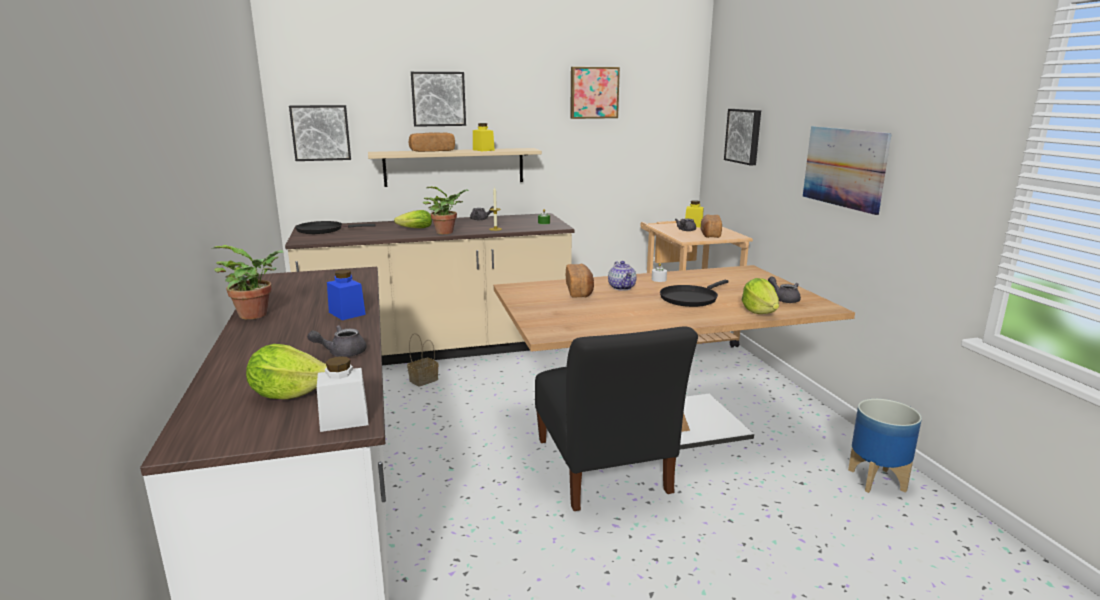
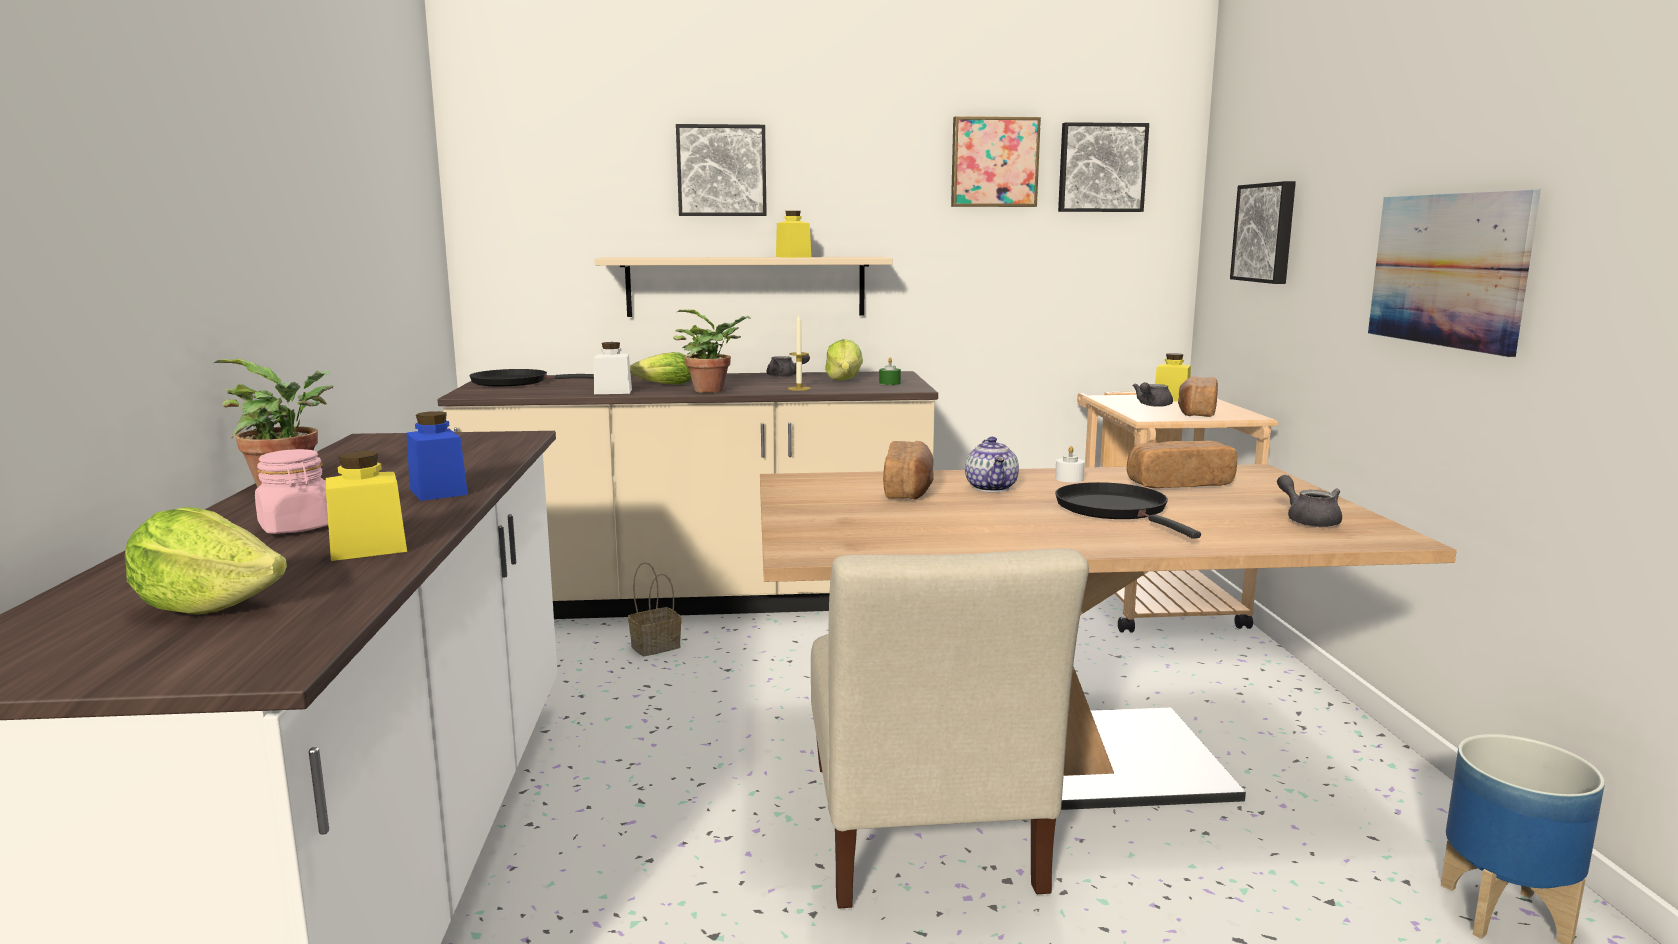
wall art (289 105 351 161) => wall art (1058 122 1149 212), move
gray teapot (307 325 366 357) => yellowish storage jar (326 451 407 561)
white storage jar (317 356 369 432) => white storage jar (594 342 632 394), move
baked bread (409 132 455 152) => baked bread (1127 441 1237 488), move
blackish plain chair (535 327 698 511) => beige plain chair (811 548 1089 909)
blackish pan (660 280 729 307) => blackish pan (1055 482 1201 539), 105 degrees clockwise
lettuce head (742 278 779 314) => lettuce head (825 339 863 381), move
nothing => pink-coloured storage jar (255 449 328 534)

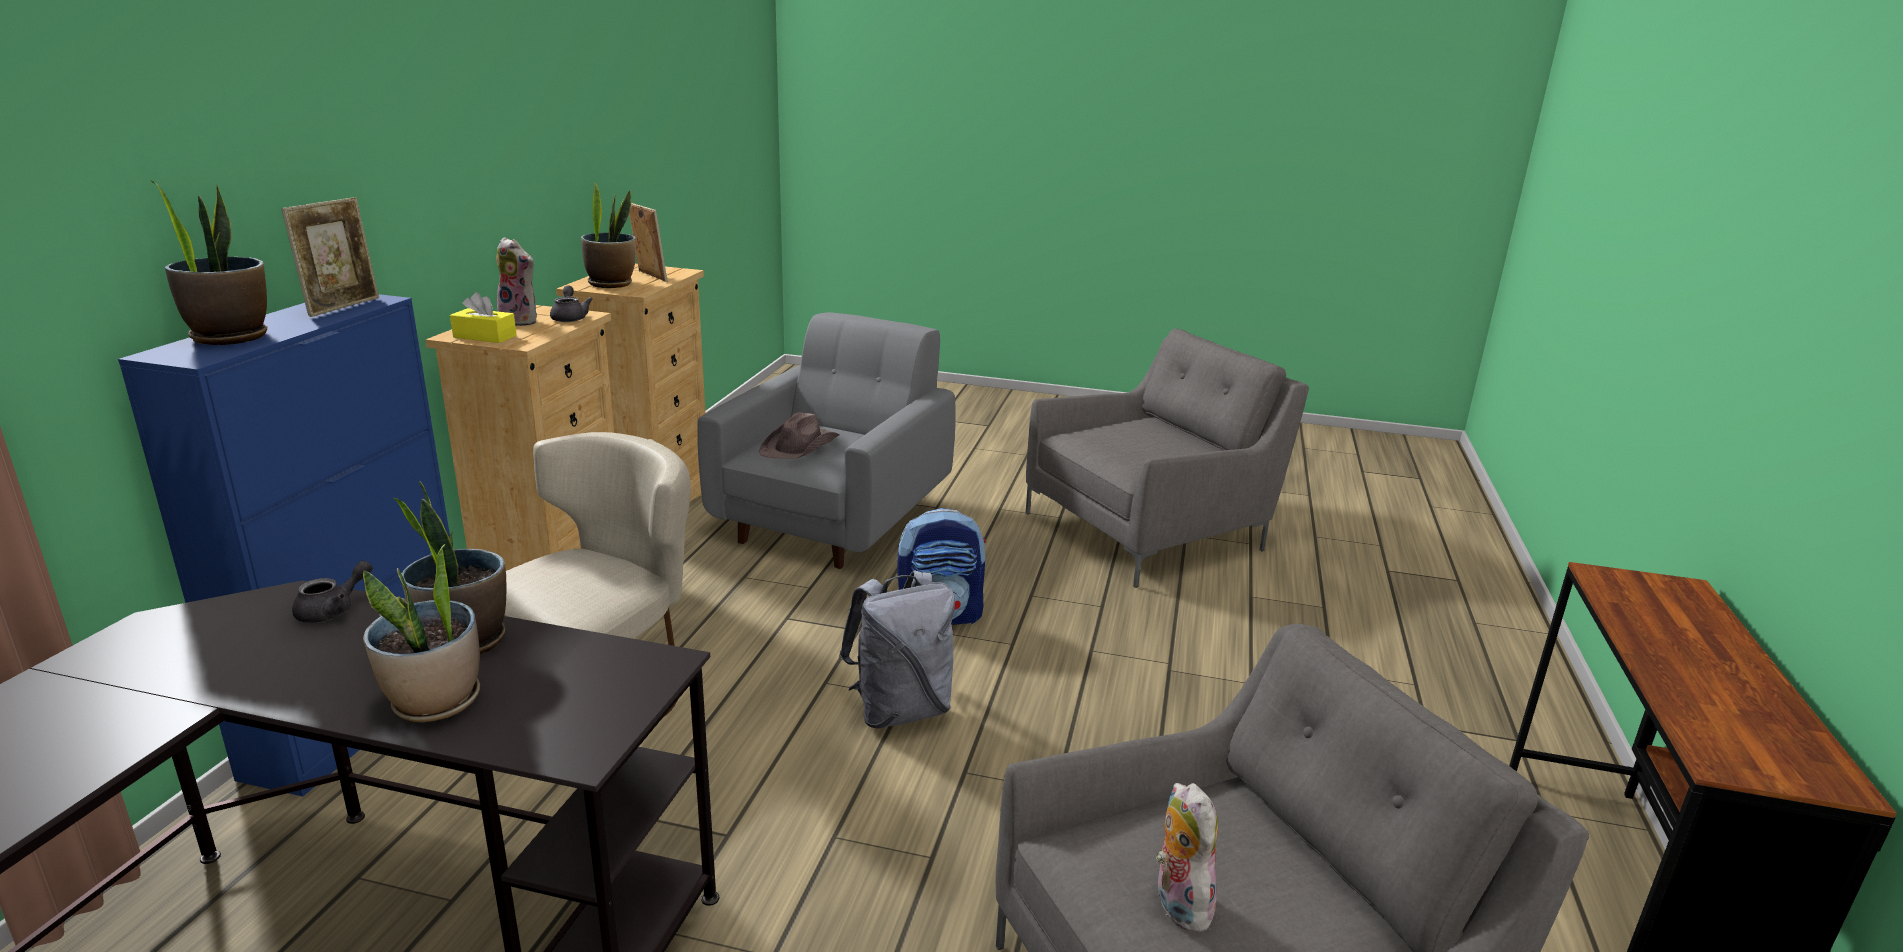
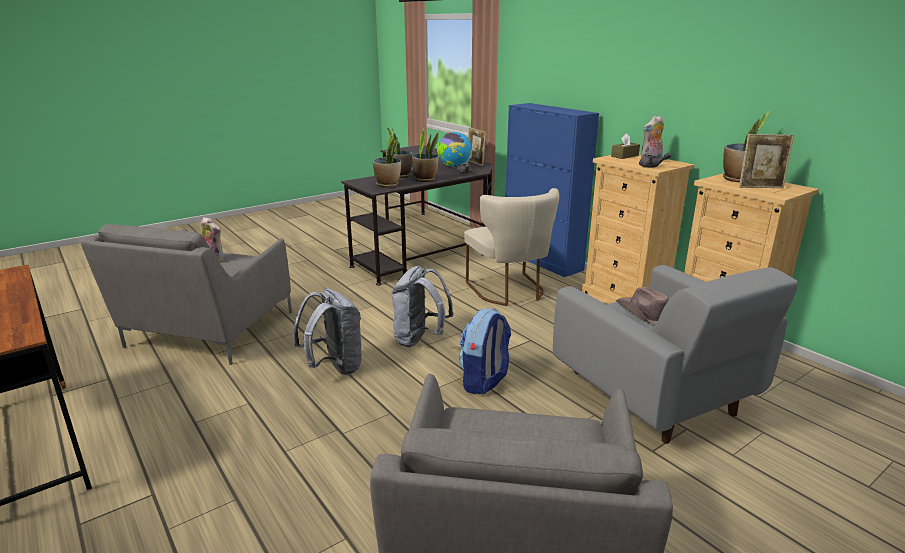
houseplant (152 181 267 345) => houseplant (373 131 401 187), move
picture frame (281 197 379 317) => picture frame (468 127 486 166), move
yellowish box of tissues (450 292 517 343) => brown-coloured box of tissues (611 133 640 159)
nothing => gray backpack (294 288 363 375)
nothing => desk globe (437 132 472 167)

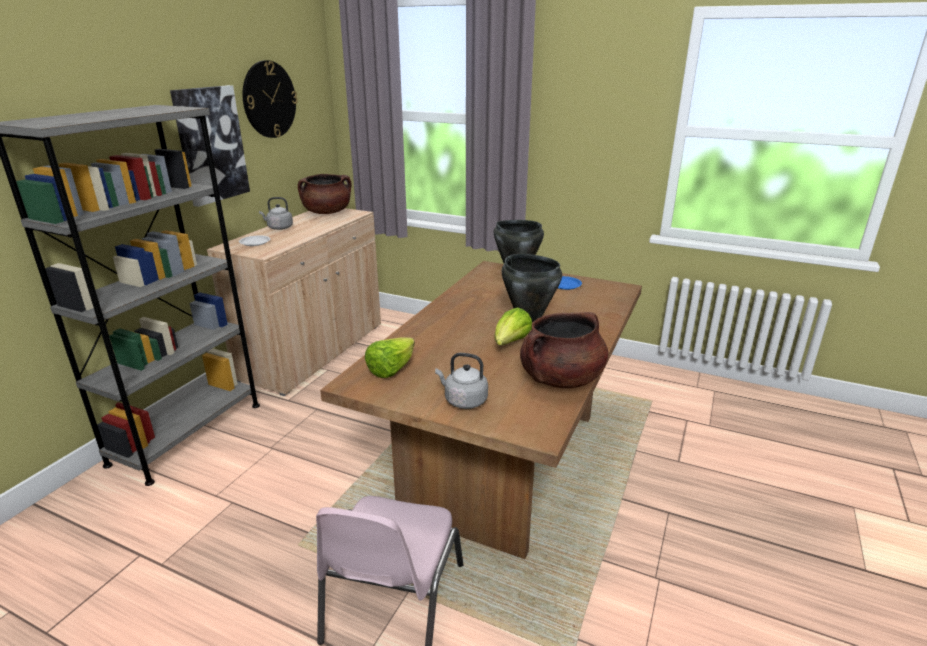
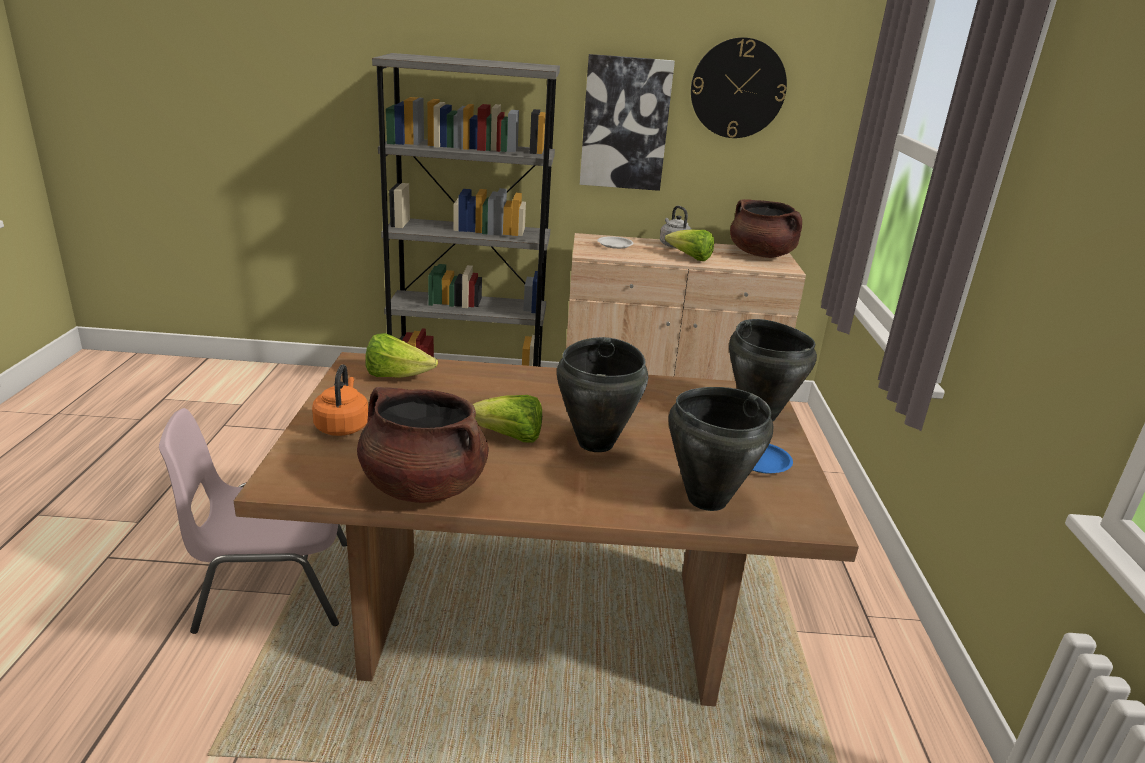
gray kettle (435 353 488 409) => orangey kettle (312 364 368 436)
nothing => lettuce head (665 229 714 261)
nothing => blackish saucepot (668 387 773 511)

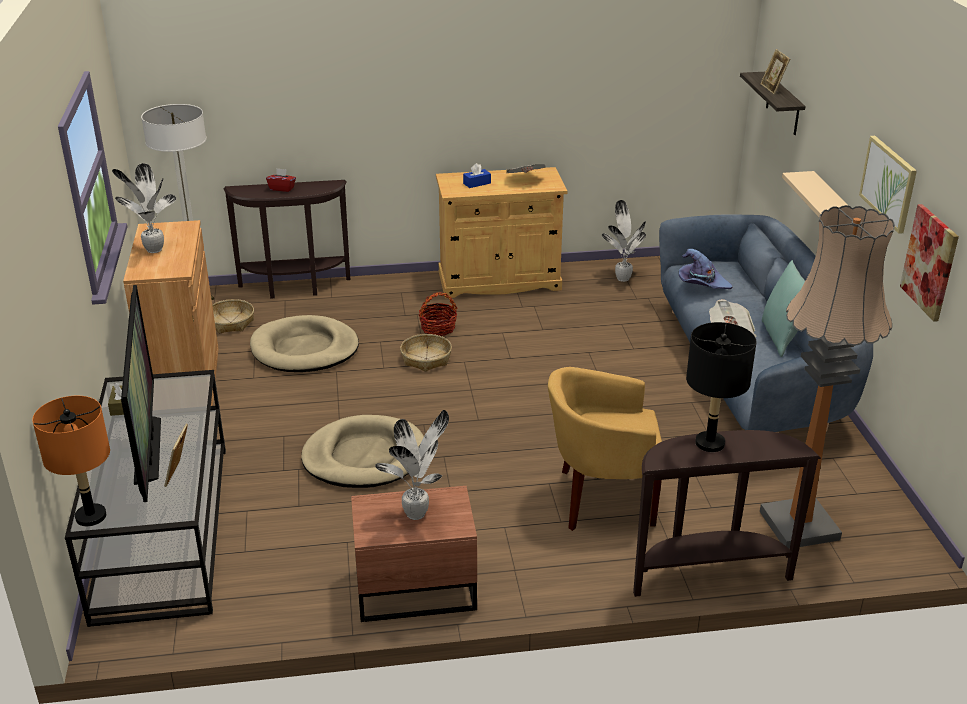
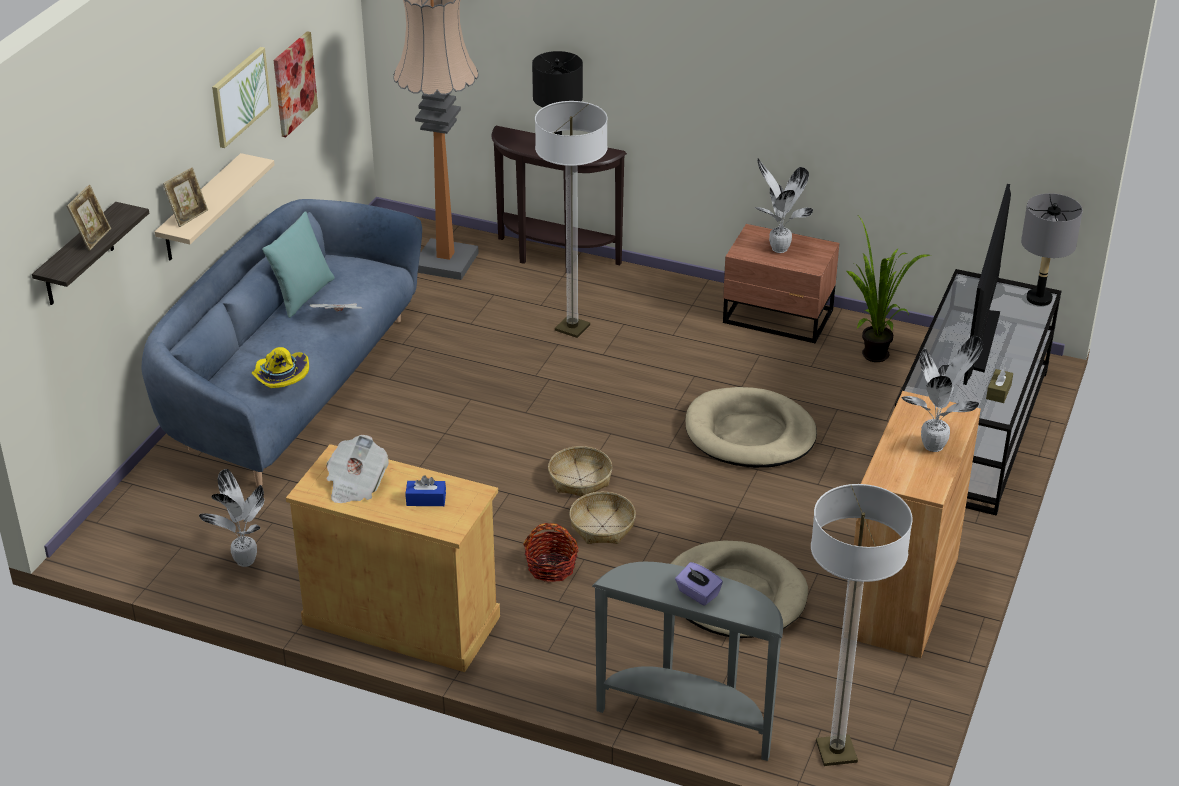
orangey tabletop lamp (32 396 110 526) => gray tabletop lamp (1021 193 1083 306)
picture frame (164 424 188 487) => picture frame (163 167 208 227), move
household basket (212 299 254 334) => household basket (548 446 612 496), move
brown-coloured hall table (223 180 350 299) => gray hall table (592 562 783 761)
red box of tissues (266 168 296 192) => purple-coloured box of tissues (675 562 723 606)
yellowish easy chair (548 367 662 531) => floor lamp (535 101 608 338)
purple-coloured clothing hat (679 249 732 289) => yellowish clothing hat (252 347 309 388)
nothing => houseplant (847 218 930 362)

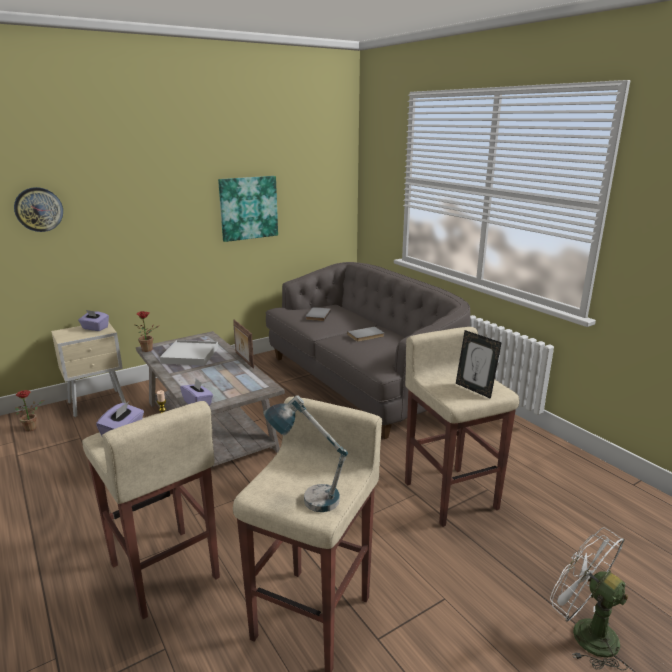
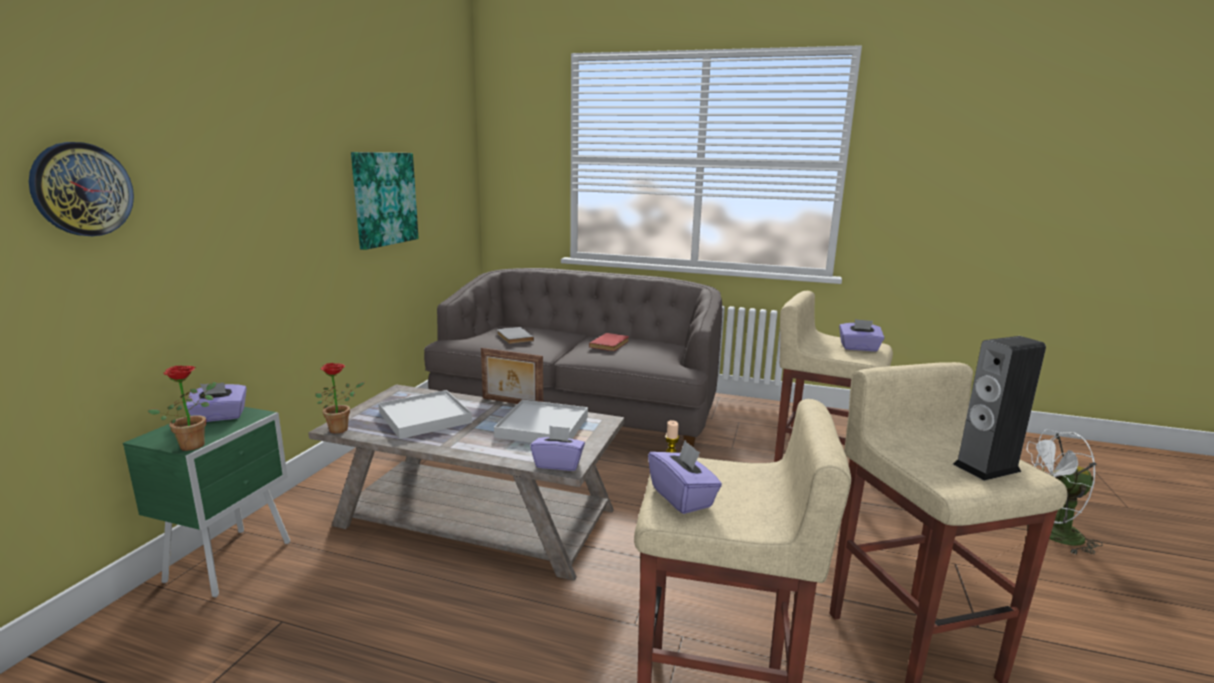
houseplant (15 390 44 431) => houseplant (147 366 217 451), move
beige night table (51 323 126 417) => green night table (123 407 290 598)
tabletop lamp (263 395 348 512) => loudspeaker (953 336 1046 481)
gray book (347 326 384 342) => red book (589 333 629 351)
picture frame (456 330 502 399) => purple-coloured box of tissues (839 319 884 351)
nothing => white serving tray (494 399 588 443)

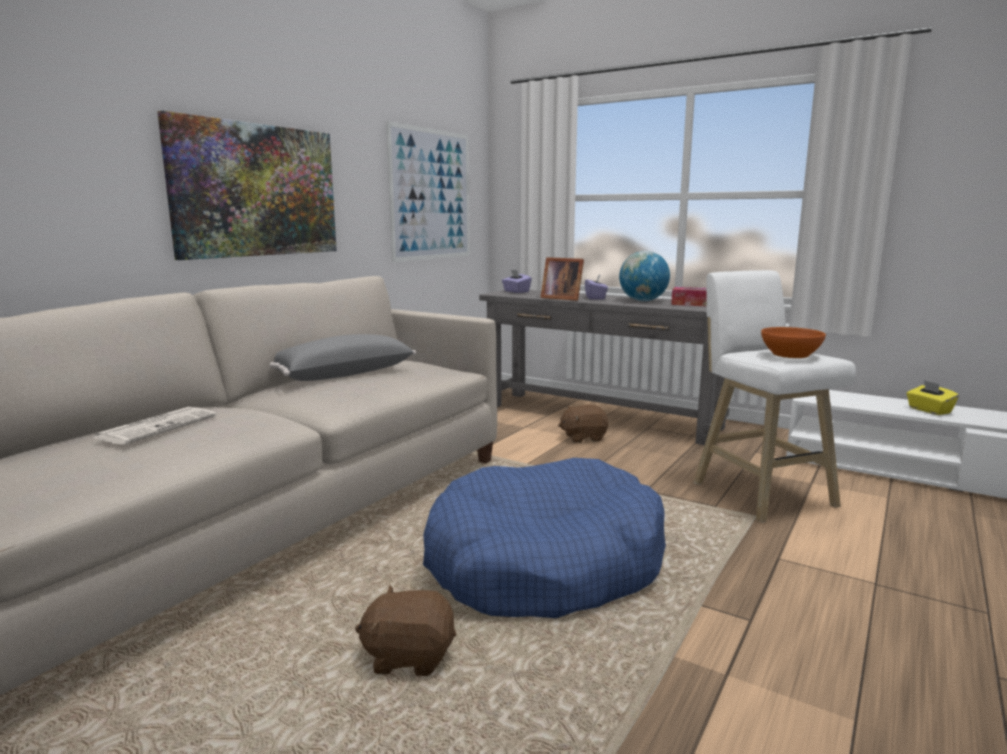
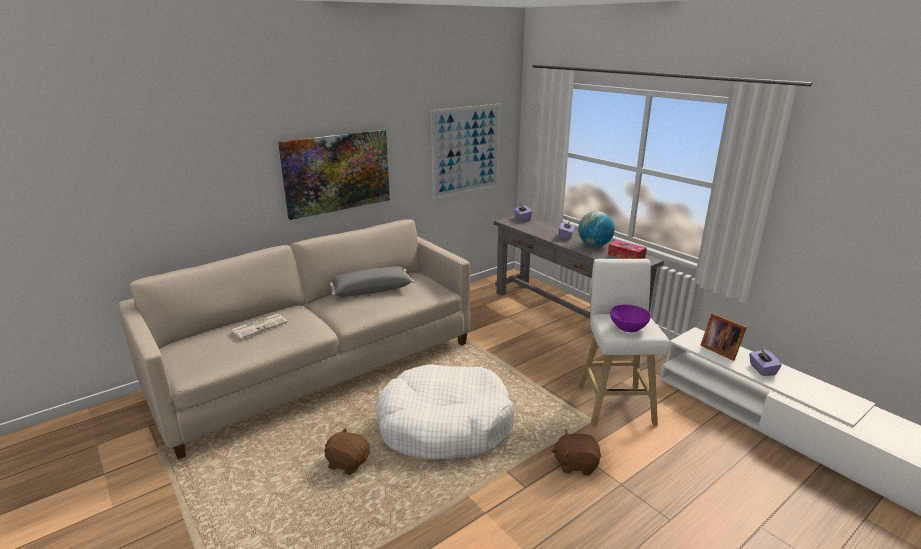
bluish pet bed (423 458 666 618) => white pet bed (375 365 515 460)
picture frame (540 257 584 301) => picture frame (700 313 747 361), move
brown-coloured cuddly toy (558 405 608 443) => brown-coloured cuddly toy (551 430 601 475), move
orangey deep dish (761 327 826 358) => purple-coloured deep dish (610 305 651 332)
yellowish box of tissues (906 380 959 415) => purple-coloured box of tissues (749 348 781 376)

